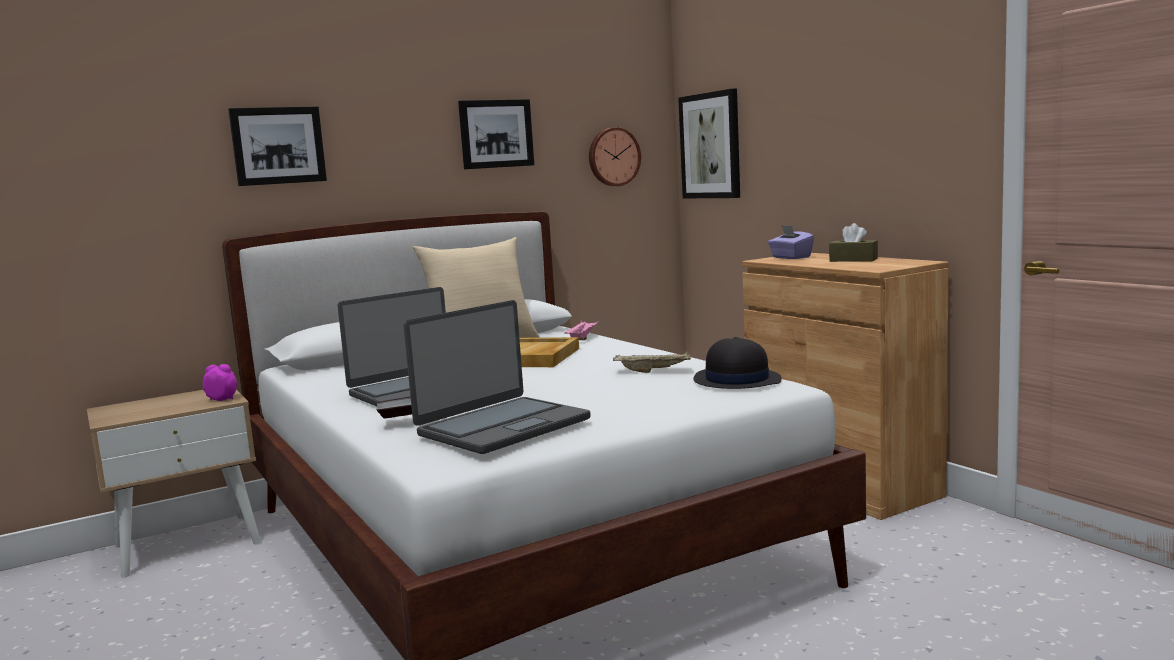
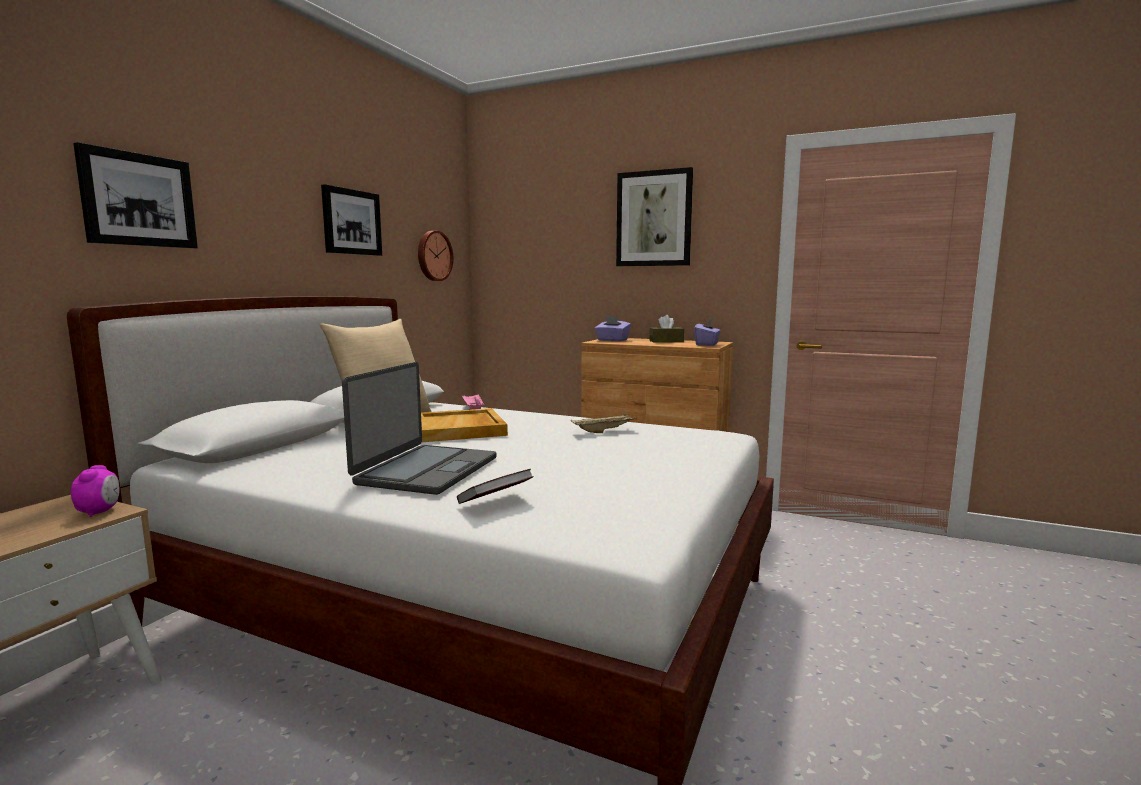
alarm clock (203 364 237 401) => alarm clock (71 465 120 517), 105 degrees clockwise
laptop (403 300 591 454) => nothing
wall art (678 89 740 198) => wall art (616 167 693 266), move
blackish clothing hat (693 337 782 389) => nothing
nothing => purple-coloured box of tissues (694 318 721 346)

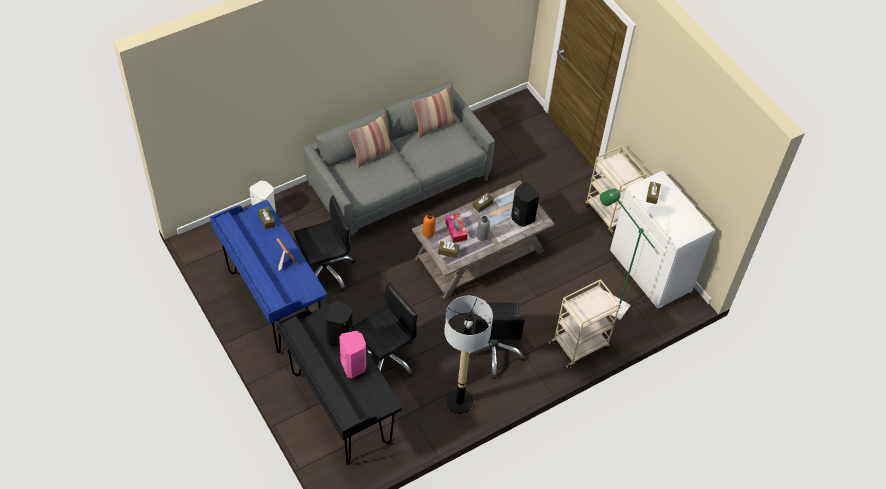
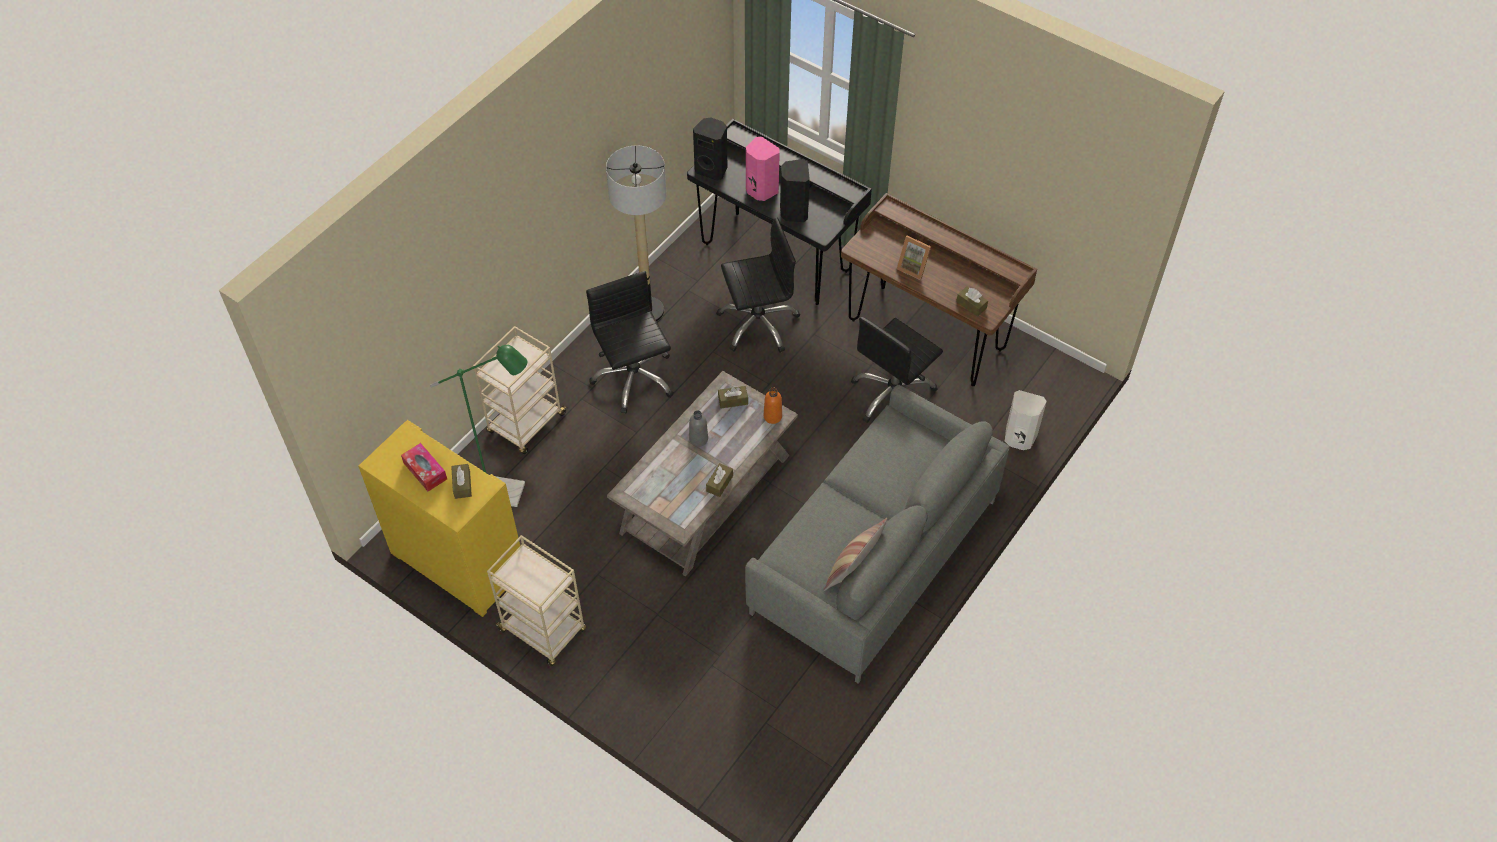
bluish desk (210 200 327 353) => brown-coloured desk (841 193 1037 386)
cushion (349 114 394 168) => nothing
blackish desk chair (353 283 418 377) => blackish desk chair (716 218 800 353), 135 degrees counterclockwise
box of tissues (445 213 468 243) => box of tissues (401 443 447 491), move
blackish loudspeaker (511 182 540 227) => blackish loudspeaker (693 118 727 181), move
white storage cabinet (610 171 715 309) => yellowish storage cabinet (358 420 520 617)

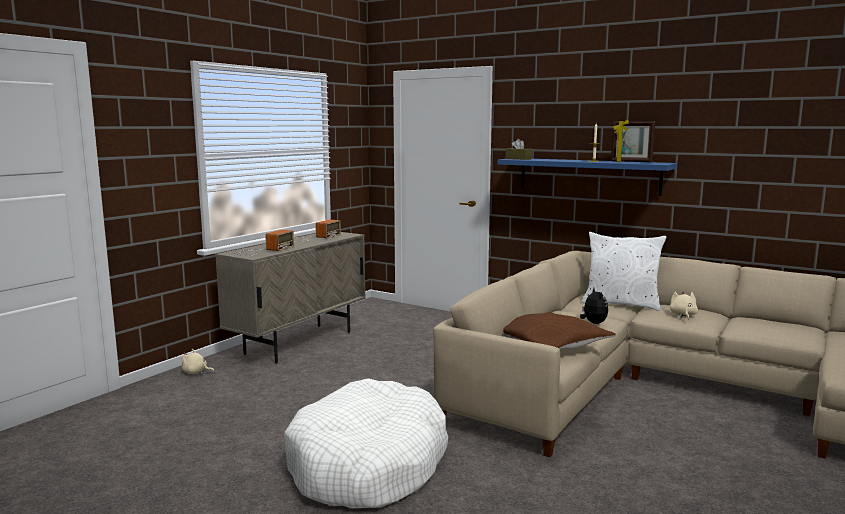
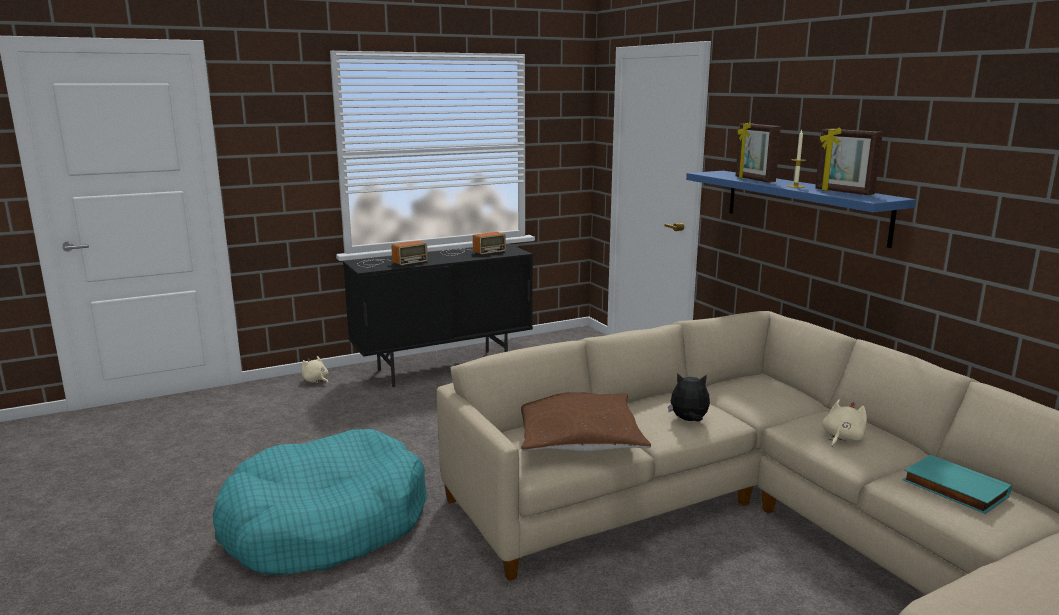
beige storage cabinet (215 232 366 364) => blackish storage cabinet (343 244 533 387)
white pet bed (284 378 448 508) => blue-green pet bed (213 429 427 575)
brown-coloured box of tissues (506 139 532 160) => nothing
cuddly toy (580 288 608 324) => cuddly toy (668 373 710 422), 105 degrees counterclockwise
white cushion (582 232 666 311) => nothing
nothing => picture frame (736 122 781 182)
nothing => blue-green book (903 455 1012 514)

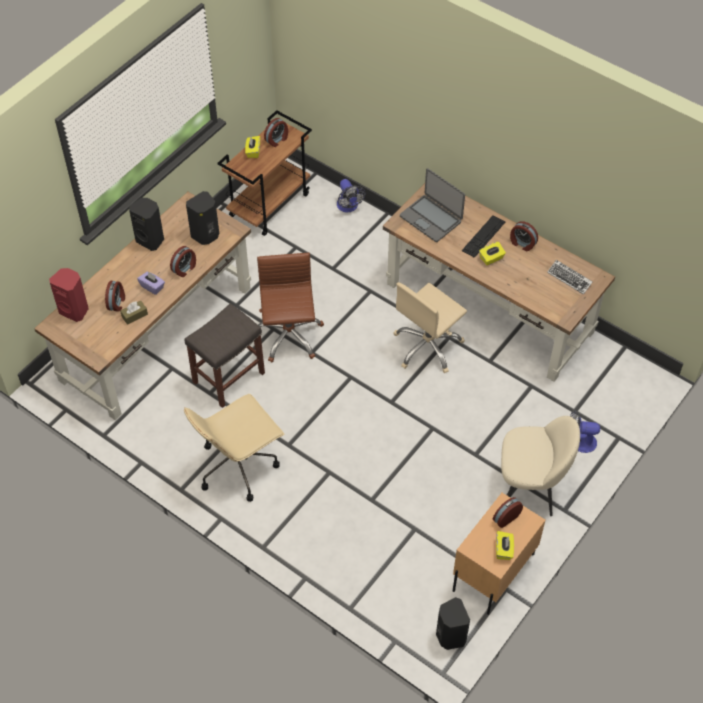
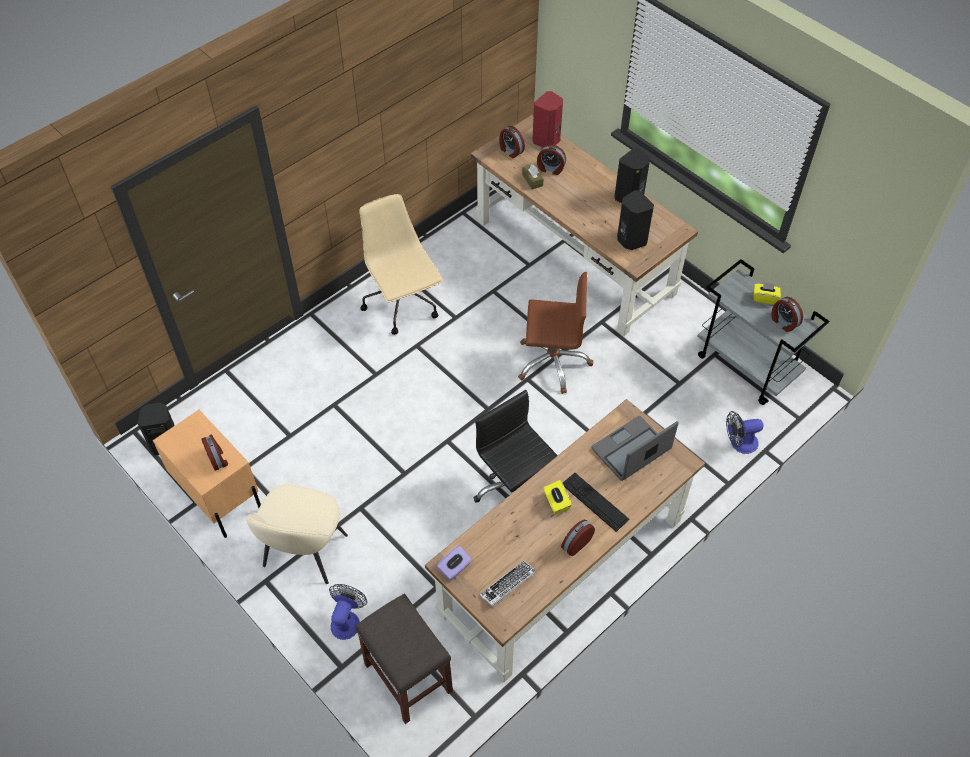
purple-coloured box of tissues (137 271 165 295) => purple-coloured box of tissues (437 546 472 581), move
alarm clock (170 246 196 277) => alarm clock (499 126 525 158), move
gray sitting stool (185 303 265 408) => gray sitting stool (355 593 453 724), move
brown-coloured wheeled cart (217 110 312 236) => gray wheeled cart (697 259 829 405)
beige desk chair (393 282 467 373) => blackish desk chair (473 390 558 503)
yellowish box of tissues (496 531 514 560) => nothing

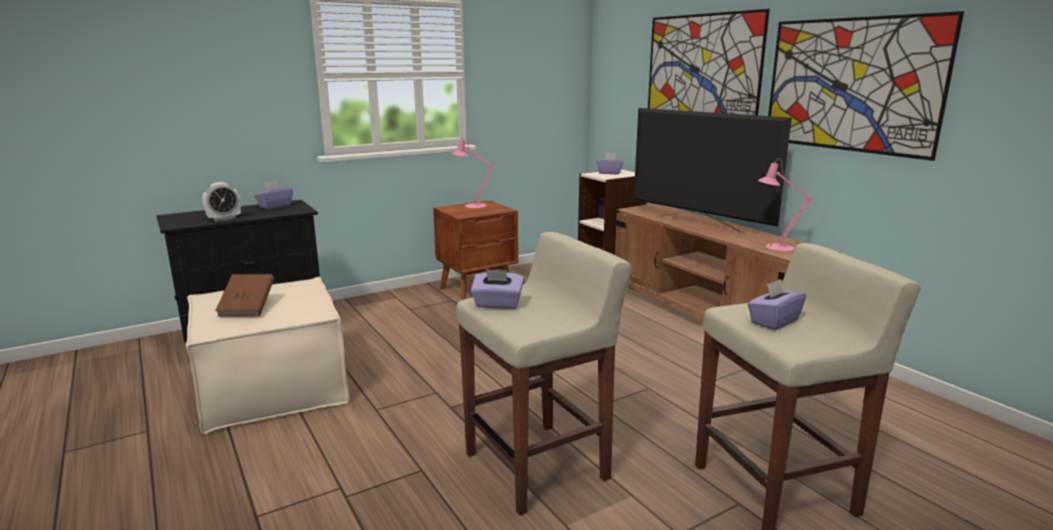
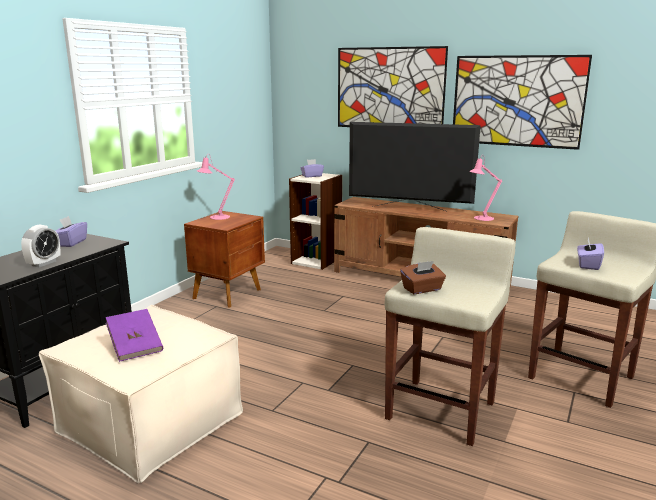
brown-coloured book (215 274 274 317) => purple-coloured book (106 309 163 362)
purple-coloured box of tissues (471 269 524 309) => brown-coloured box of tissues (400 261 446 294)

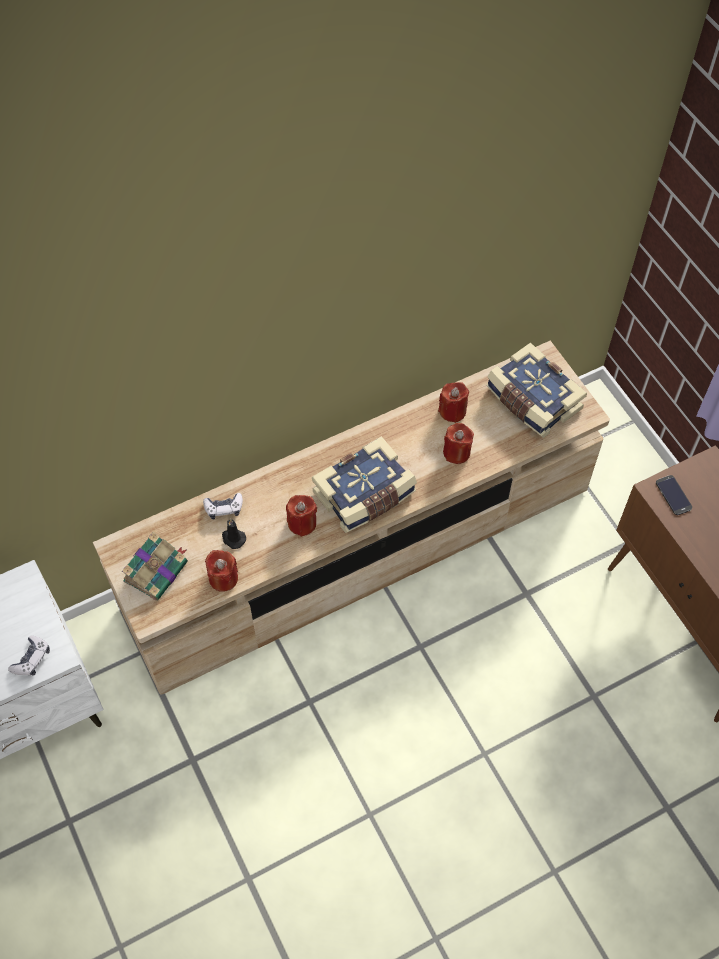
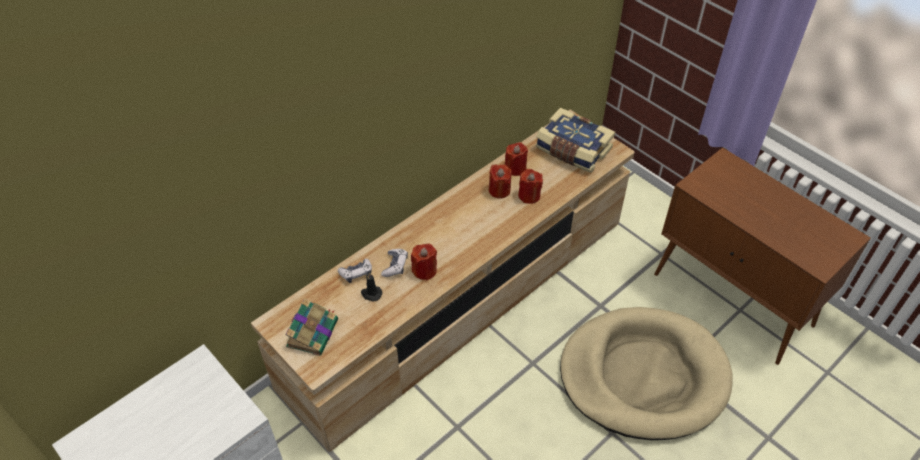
joypad (8 635 50 675) => joypad (381 249 408 277), move
red candle (205 550 238 592) => red candle (489 164 511 199), move
book (312 436 417 533) => nothing
phone (656 475 692 515) => nothing
nothing => beige pet bed (560 307 733 440)

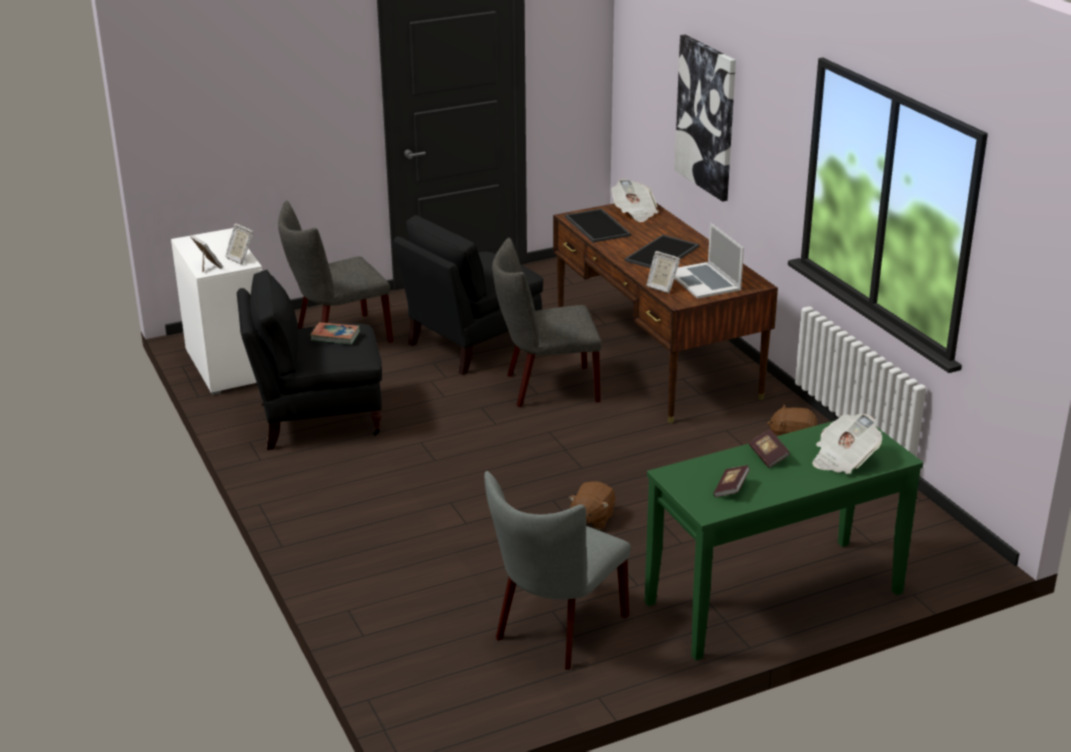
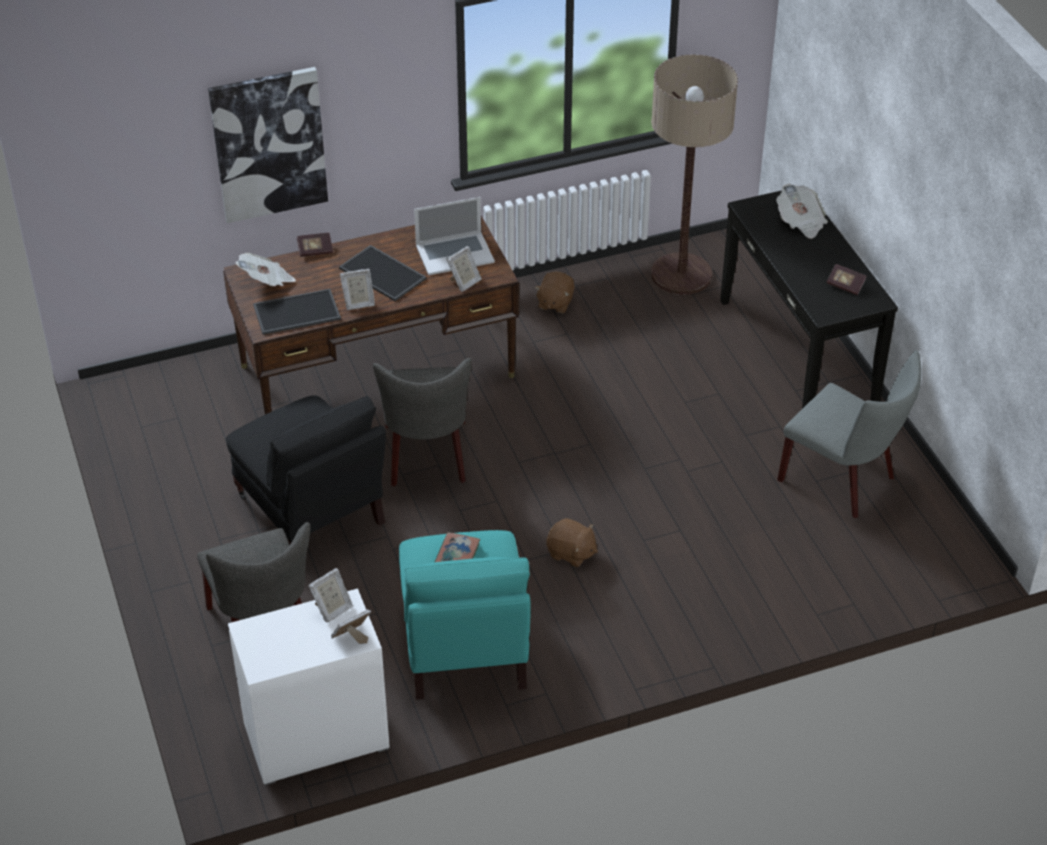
blackish easy chair (237 270 382 450) => blue-green easy chair (399 530 531 700)
brown-coloured cuddly toy (569 481 616 530) => brown-coloured cuddly toy (547 518 598 568), move
green hall table (644 420 923 661) => blackish hall table (720 185 898 409)
book (749 430 790 468) => book (297 233 333 257), move
nothing => picture frame (340 269 375 310)
nothing => floor lamp (651 54 738 295)

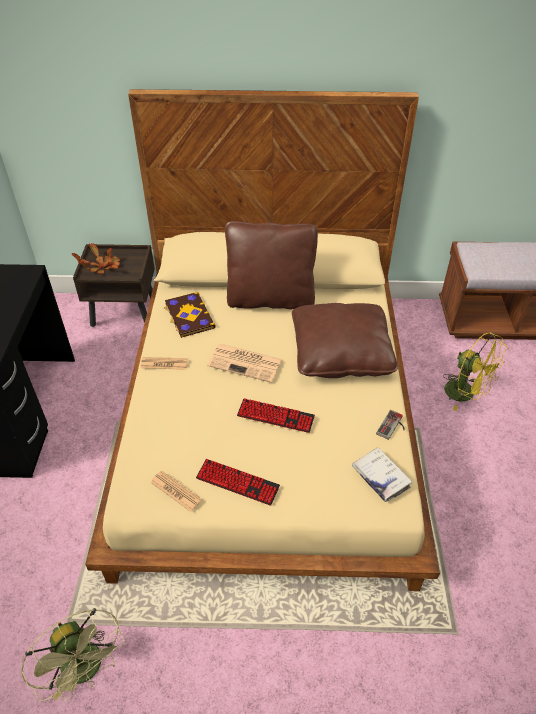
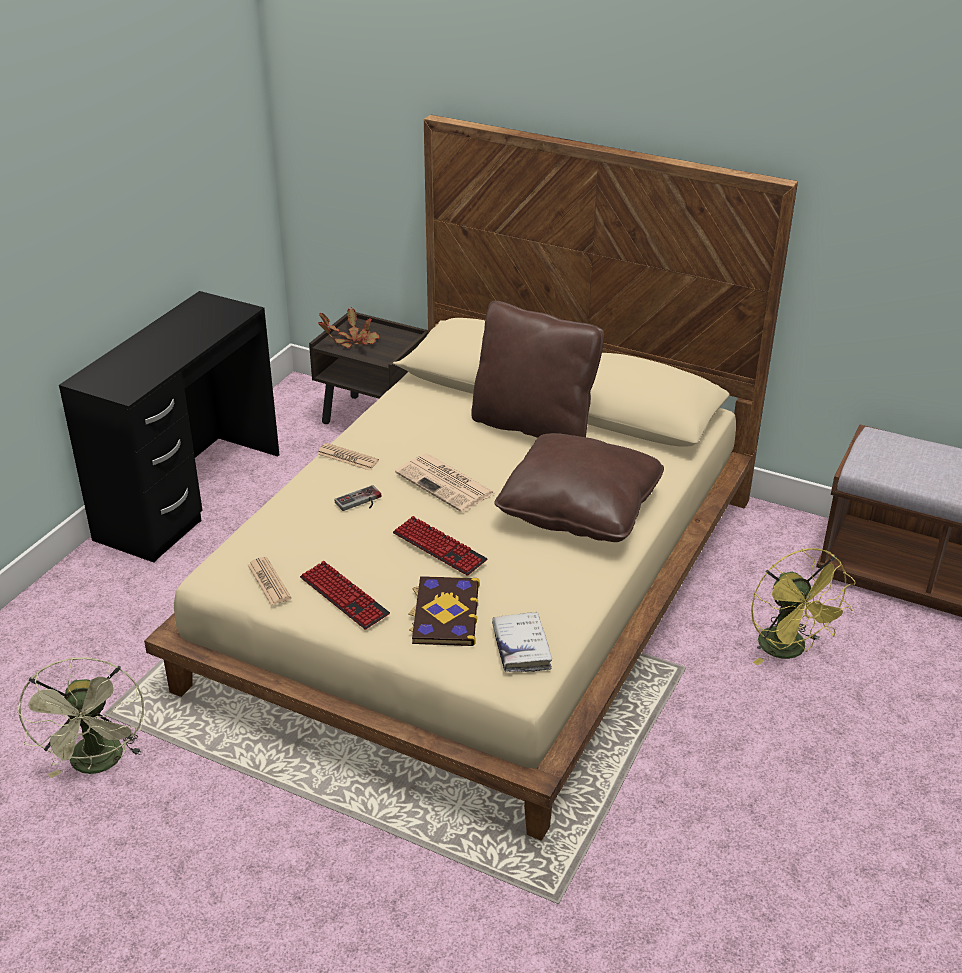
book (164 292 216 338) => book (408 576 480 646), move
joypad (376 410 405 440) => joypad (334 485 381 511), move

